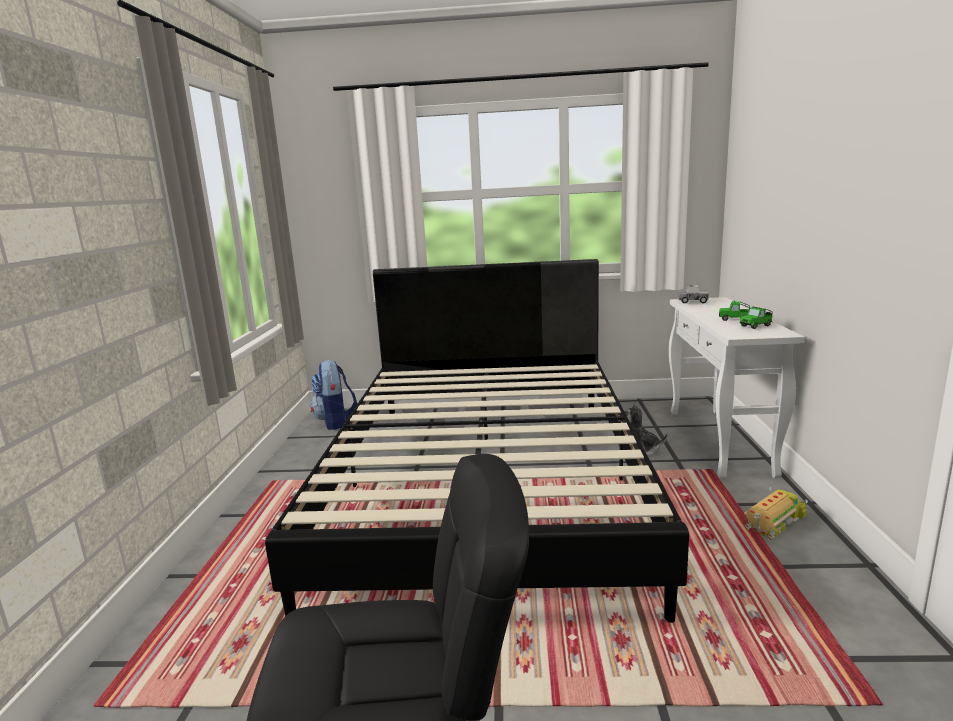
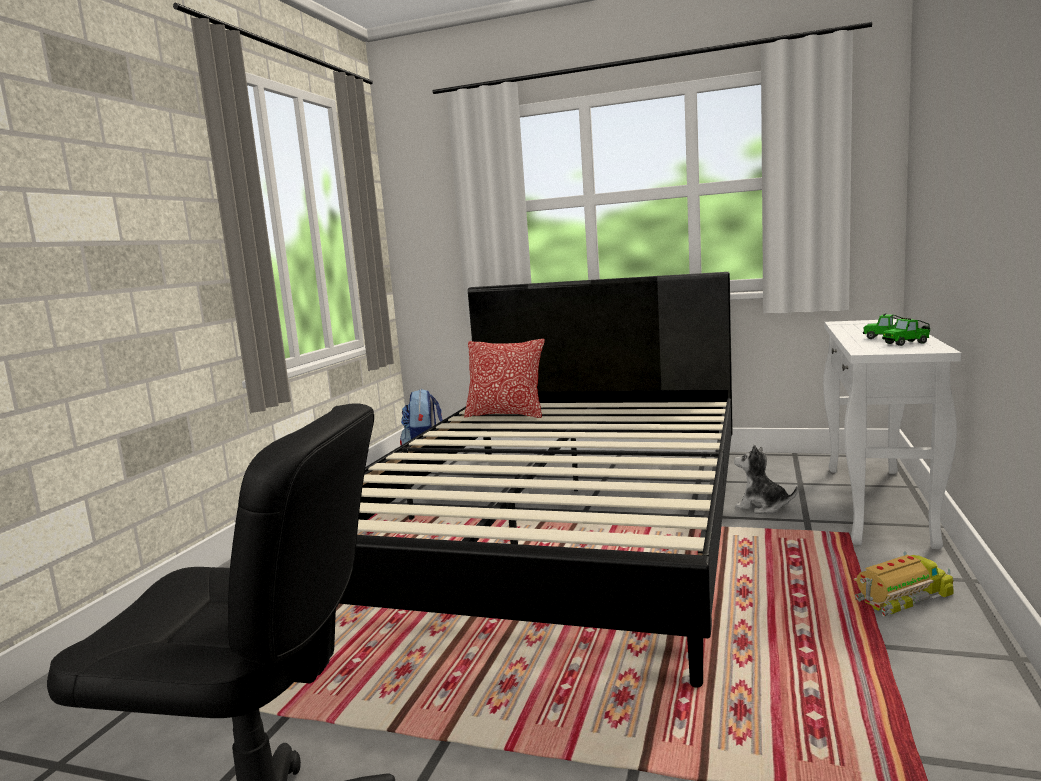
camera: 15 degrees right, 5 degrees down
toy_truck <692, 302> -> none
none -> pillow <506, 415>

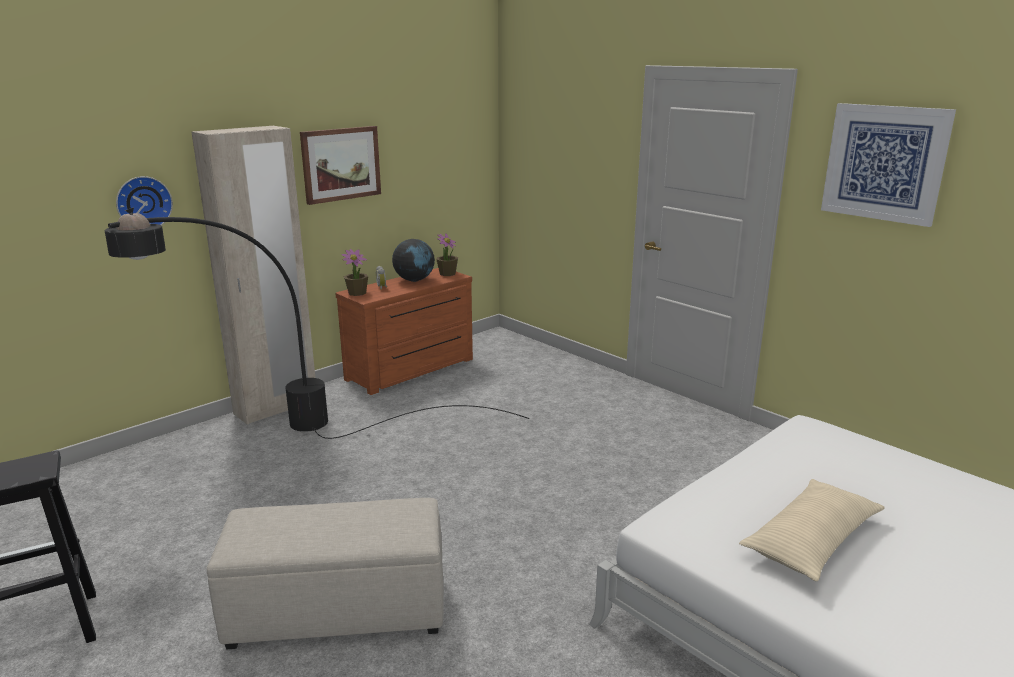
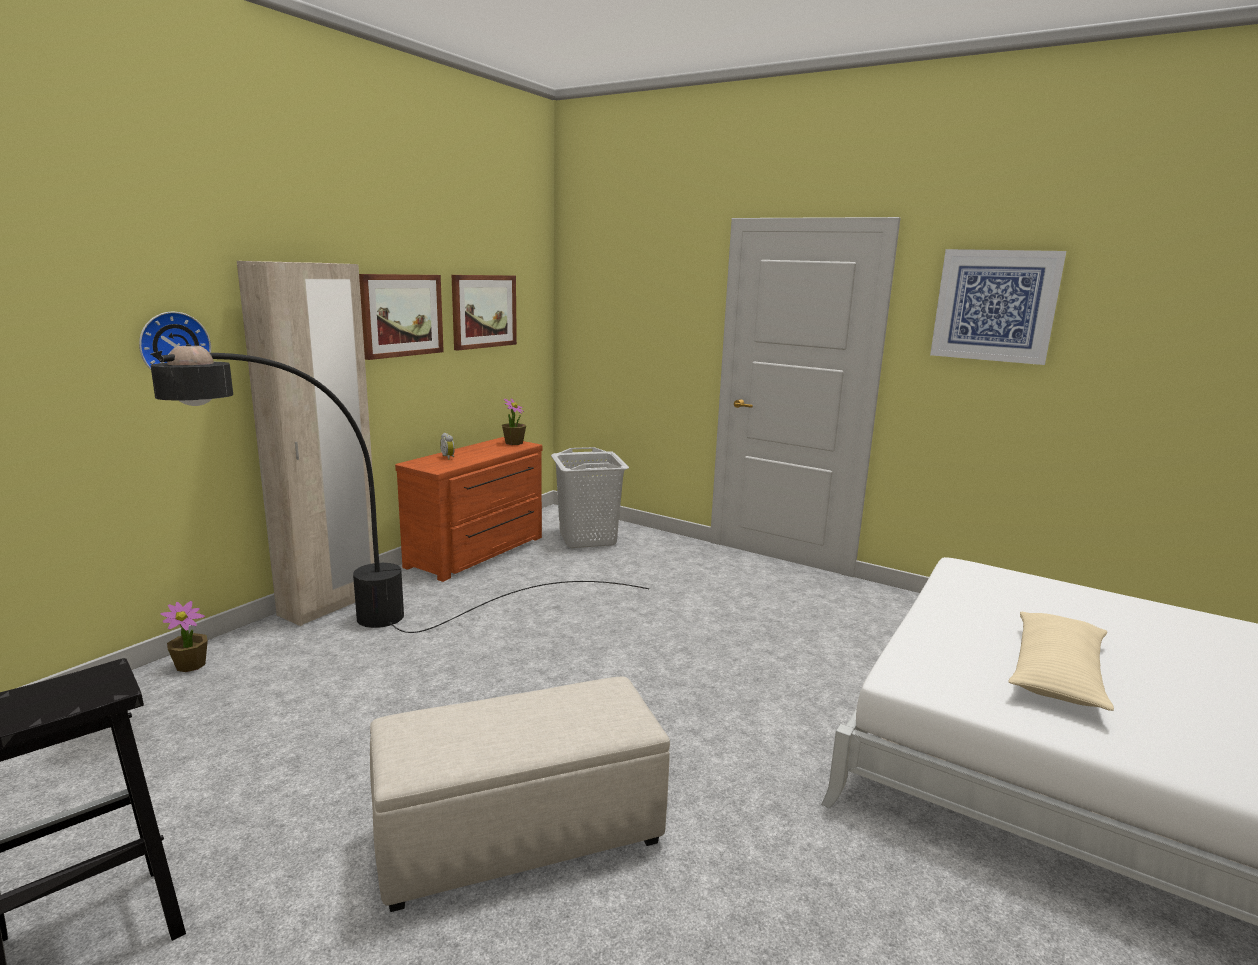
camera: 15 degrees left, 5 degrees down
globe <414, 280> -> none
none -> picture <484, 311>
none -> grey_laundry_basket <588, 538>
potted_plant <357, 293> -> potted_plant <191, 665>, relocated

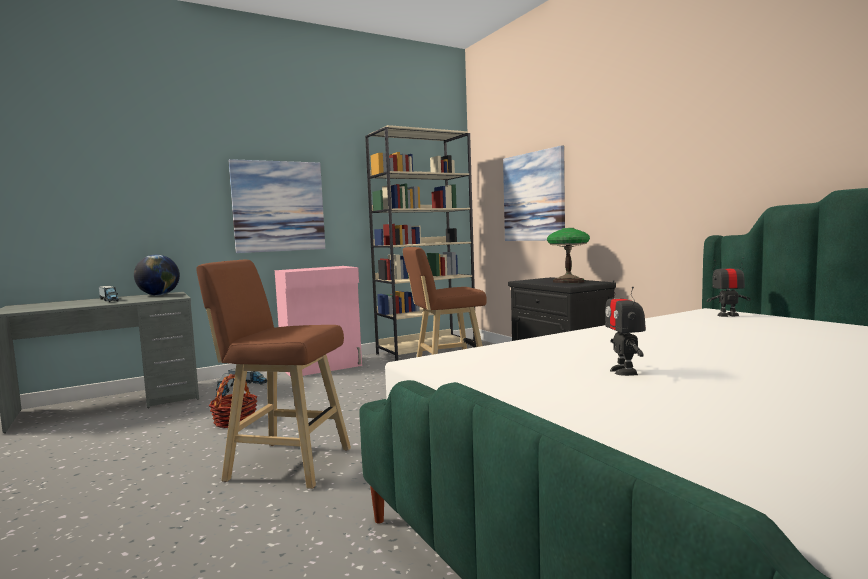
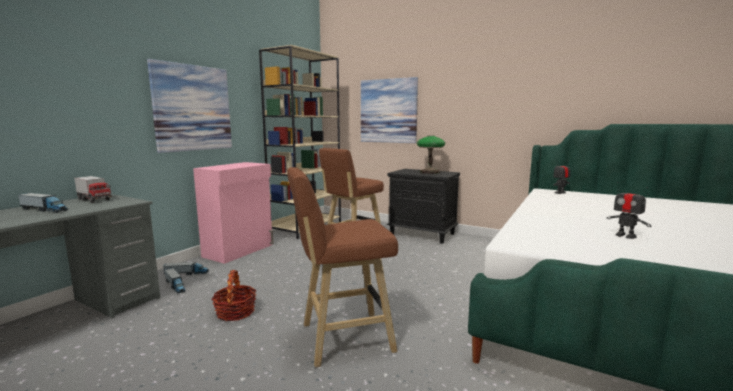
camera: 30 degrees left, 5 degrees up
globe <159, 295> -> toy_truck <94, 199>

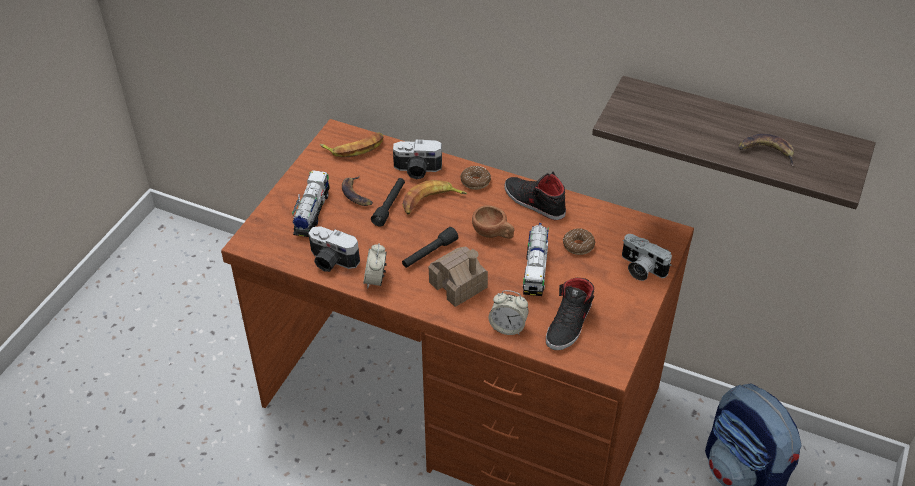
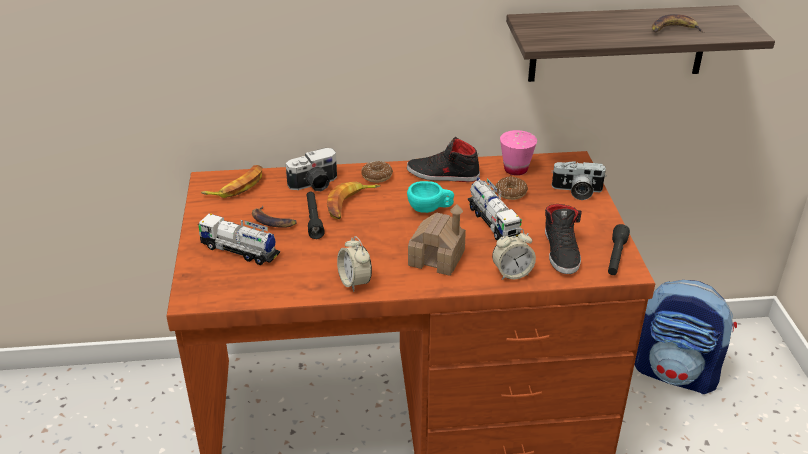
camera: 30 degrees left, 10 degrees down
photo_camera <331, 261> -> none
none -> pink_cup <515, 169>
black_flashlight <429, 253> -> black_flashlight <616, 257>, relocated
brown_cup <493, 234> -> turquoise_cup <430, 209>
toy_truck <312, 213> -> toy_truck <240, 251>, 45 degrees counterclockwise

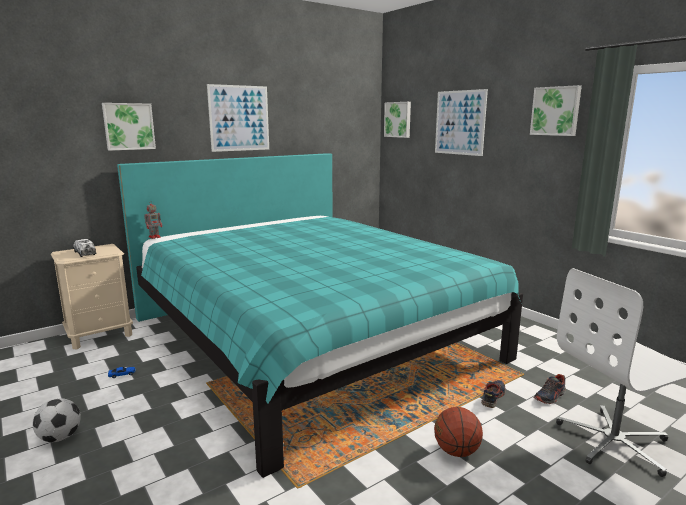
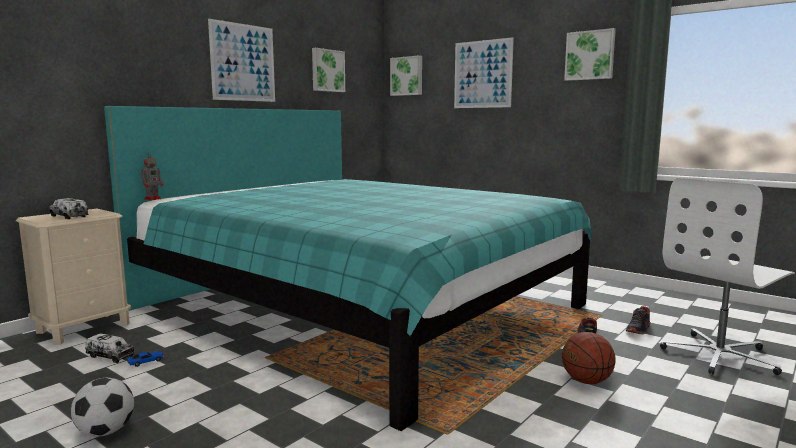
camera: 15 degrees left, 5 degrees down
none -> toy_truck <110, 356>
picture <129, 126> -> picture <327, 70>, relocated

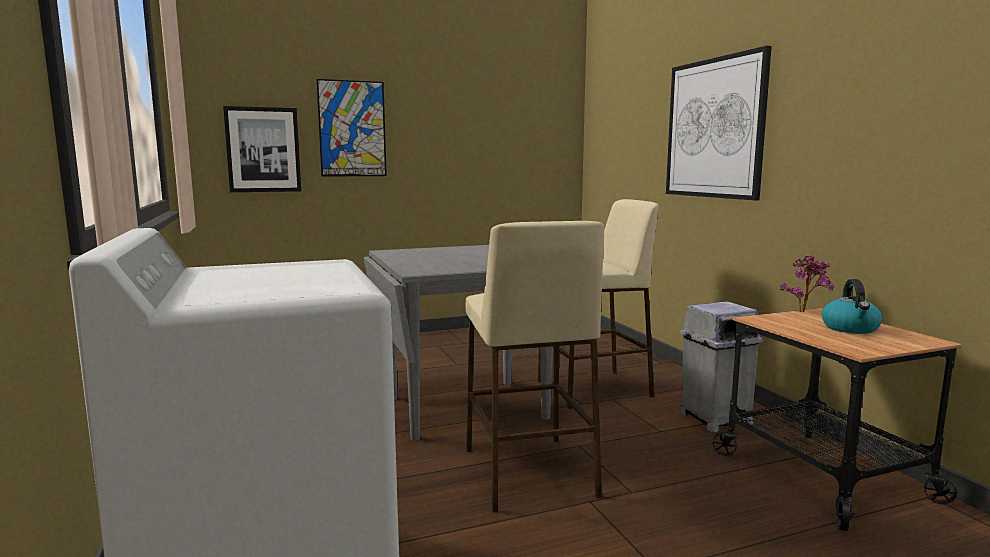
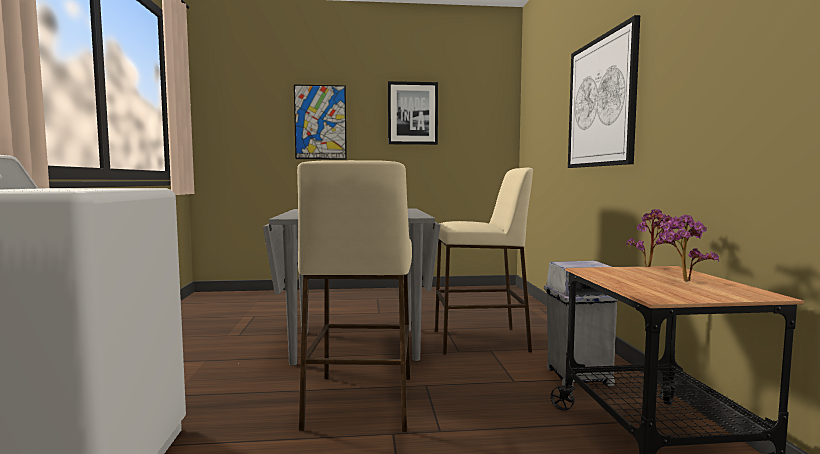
camera: 15 degrees right, 5 degrees down
picture <263, 150> -> picture <412, 113>, relocated
kettle <850, 328> -> potted_plant <681, 281>

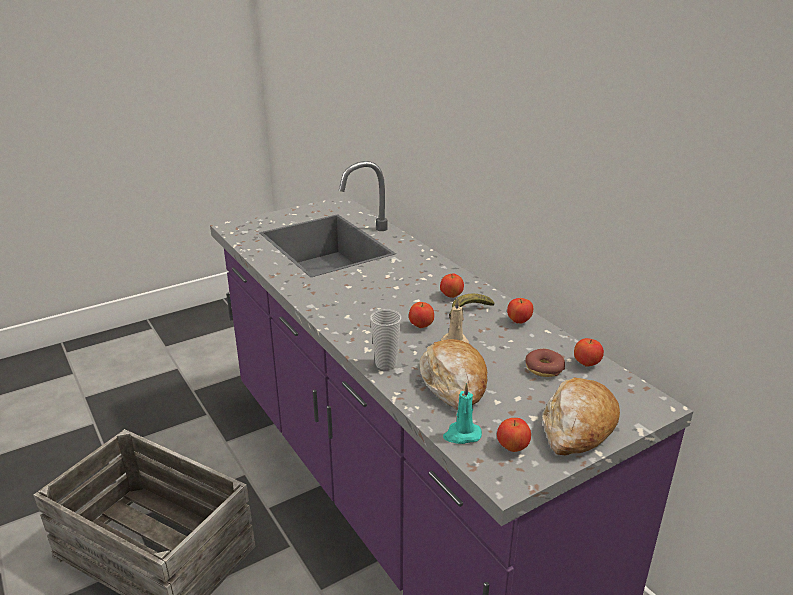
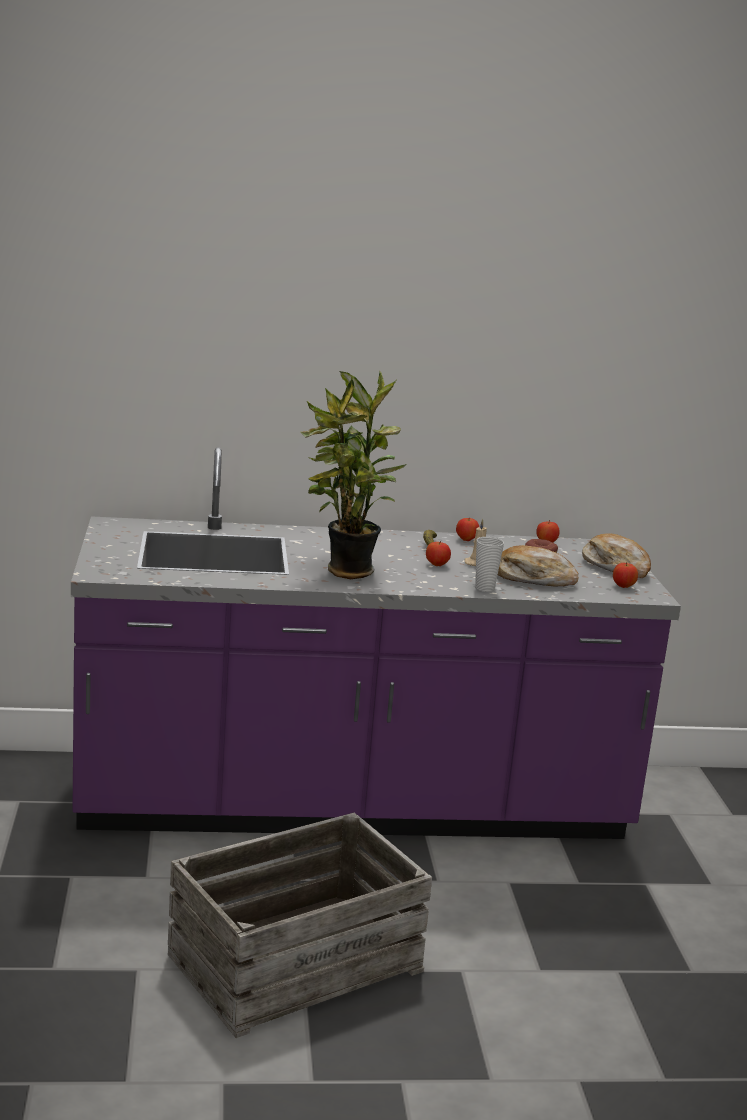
camera: 65 degrees left, 10 degrees down
apple <451, 296> -> none
turquoise_candle <461, 435> -> none
none -> potted_plant <346, 572>

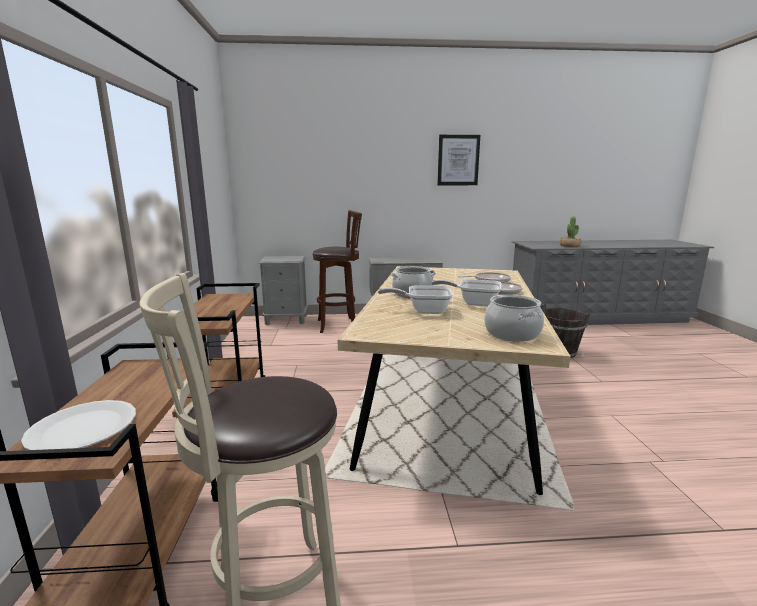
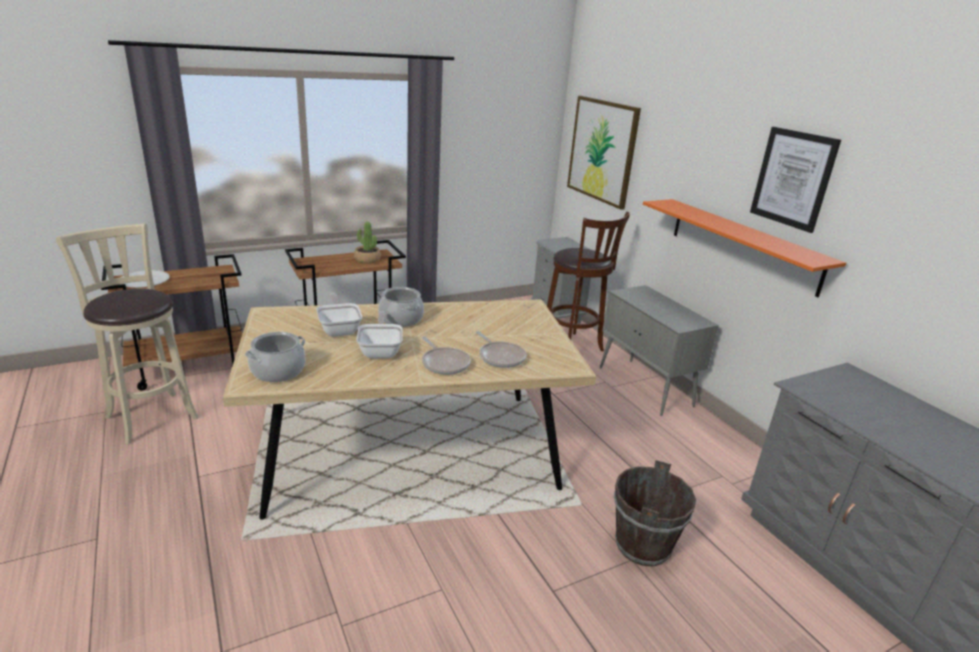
camera: 65 degrees right, 10 degrees up
none -> picture <602, 151>
none -> orange_shelf <742, 244>
potted_plant <570, 246> -> potted_plant <367, 260>, relocated

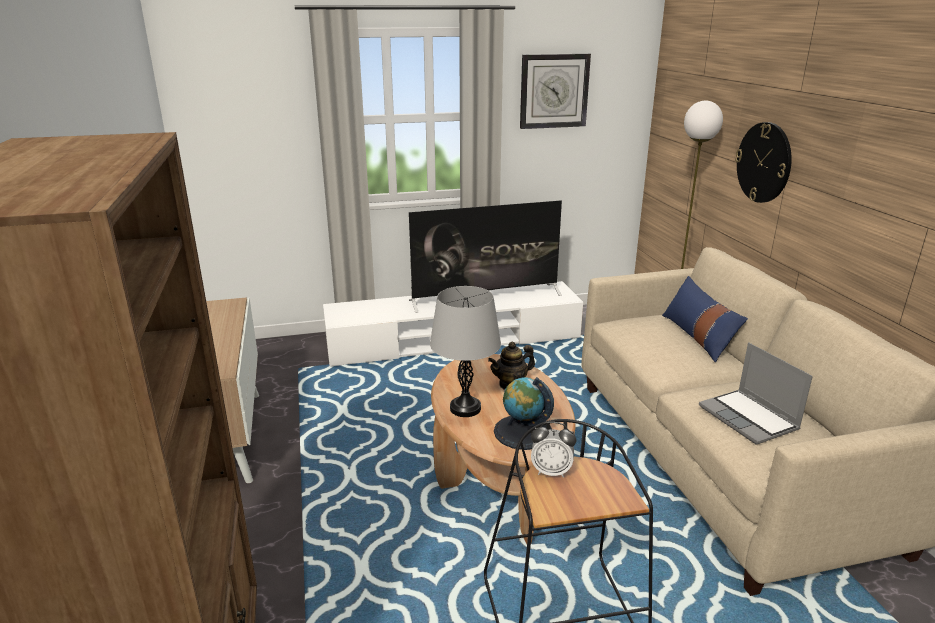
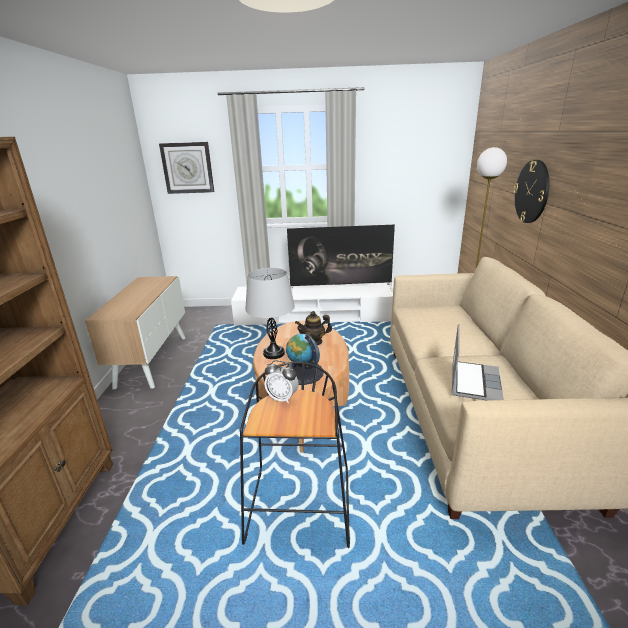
camera: 15 degrees right, 0 degrees up
blue_pillow <698, 336> -> none
wall_clock <554, 91> -> wall_clock <187, 168>, relocated
laptop <749, 418> -> laptop <474, 382>, 150 degrees counterclockwise

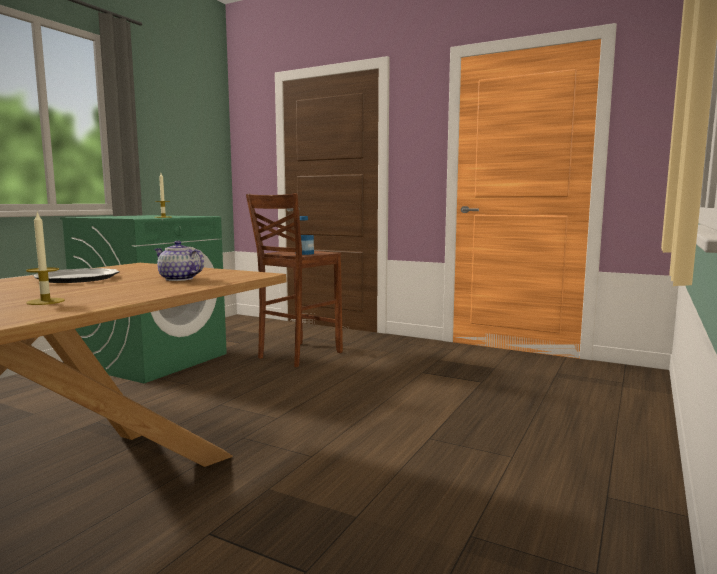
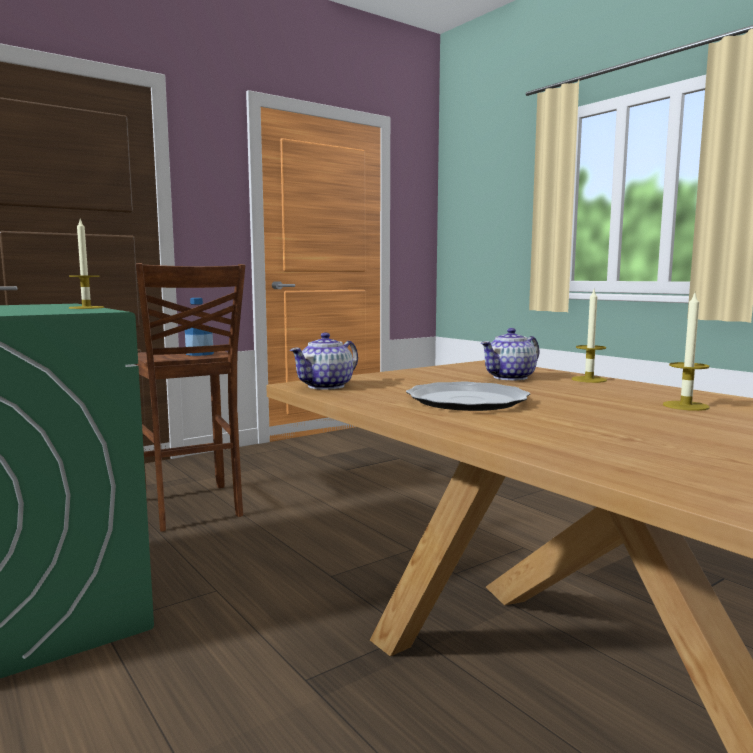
camera: 65 degrees left, 0 degrees up
none -> teapot <327, 386>
none -> candle <589, 379>

